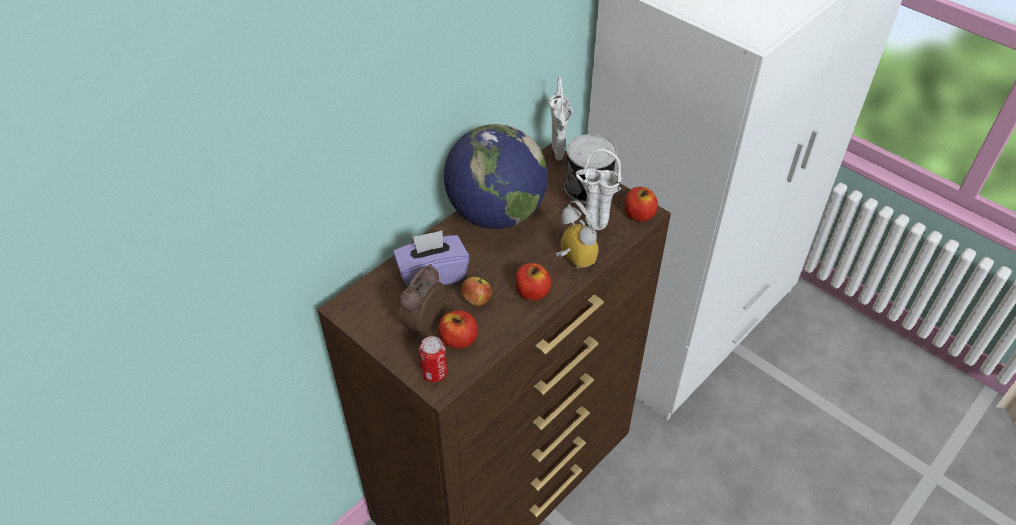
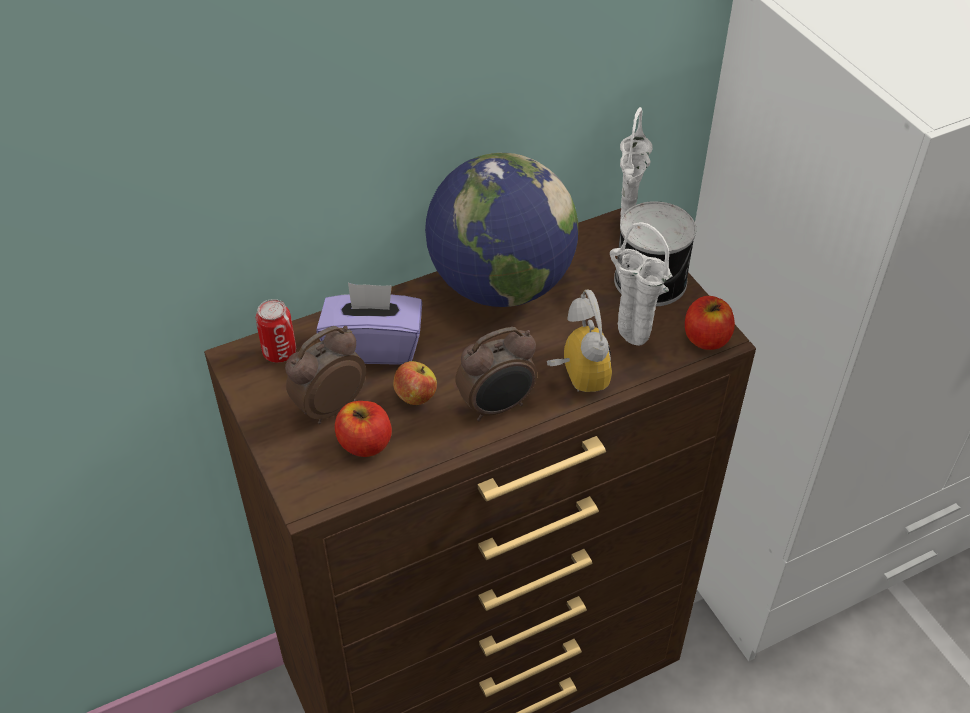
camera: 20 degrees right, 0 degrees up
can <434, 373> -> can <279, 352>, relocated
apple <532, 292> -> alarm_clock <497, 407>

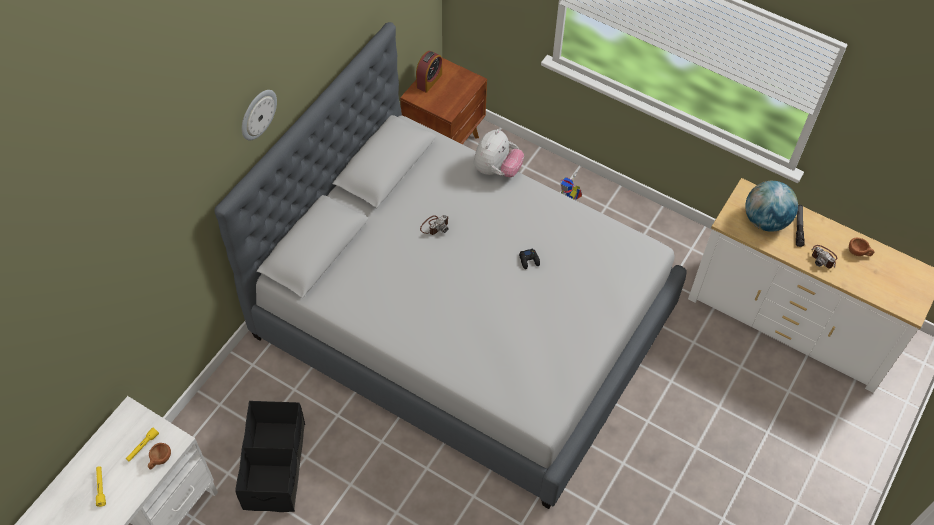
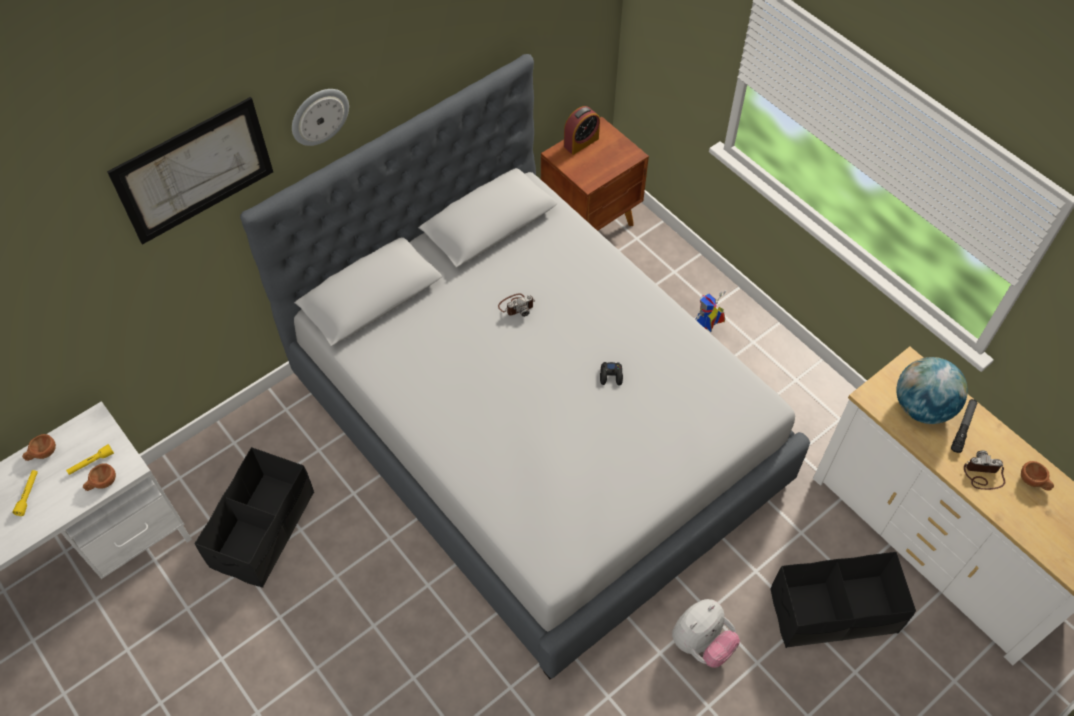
camera: 20 degrees right, 0 degrees up
none -> brown_cup <42, 454>
none -> picture <194, 171>
none -> black_storage_box <833, 612>
plush_toy <496, 170> -> plush_toy <701, 643>, relocated
photo_camera <824, 258> -> photo_camera <983, 475>, 120 degrees clockwise

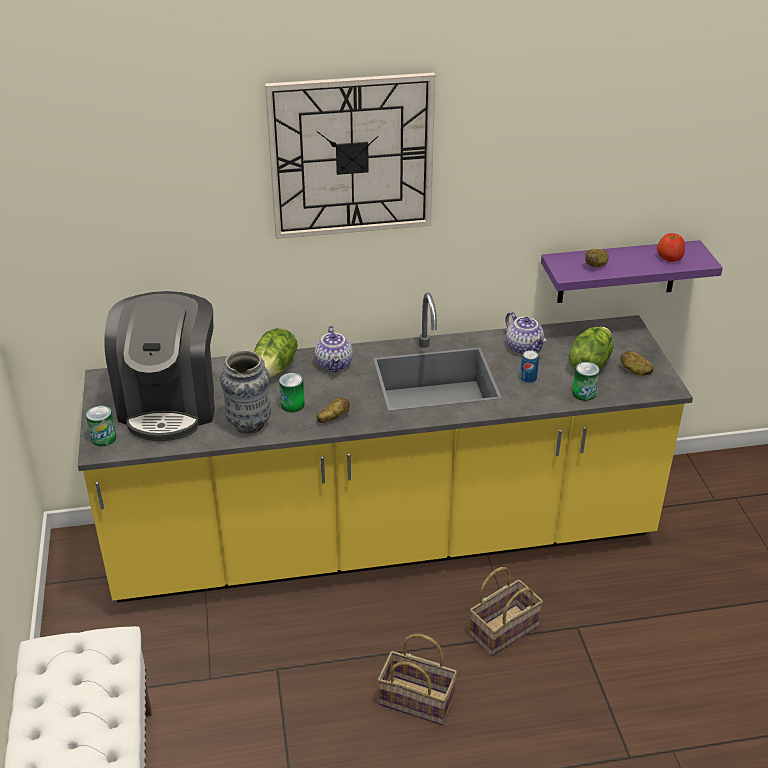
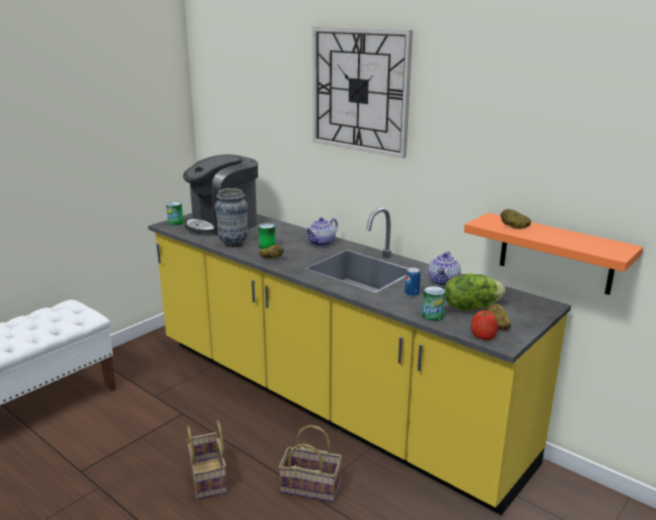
camera: 50 degrees right, 15 degrees down
lettuce <275, 369> -> none
apple <669, 257> -> apple <483, 335>, relocated
purple_shelf <617, 272> -> orange_shelf <556, 253>

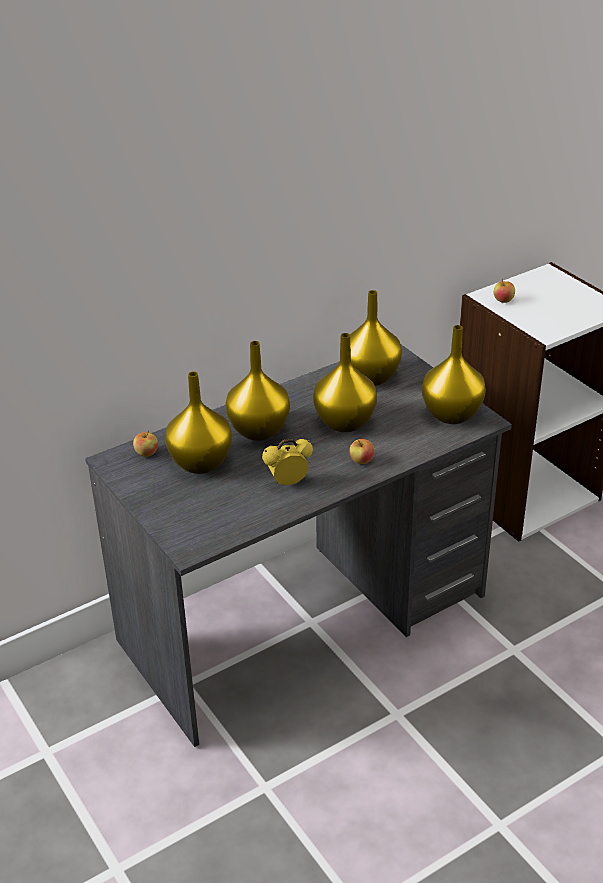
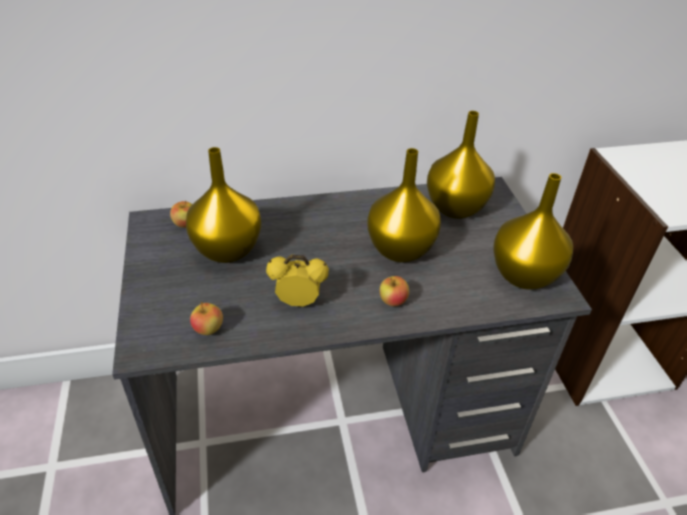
camera: 20 degrees right, 5 degrees up
yellow_vase <258, 429> -> none
apple <503, 301> -> apple <208, 329>, relocated

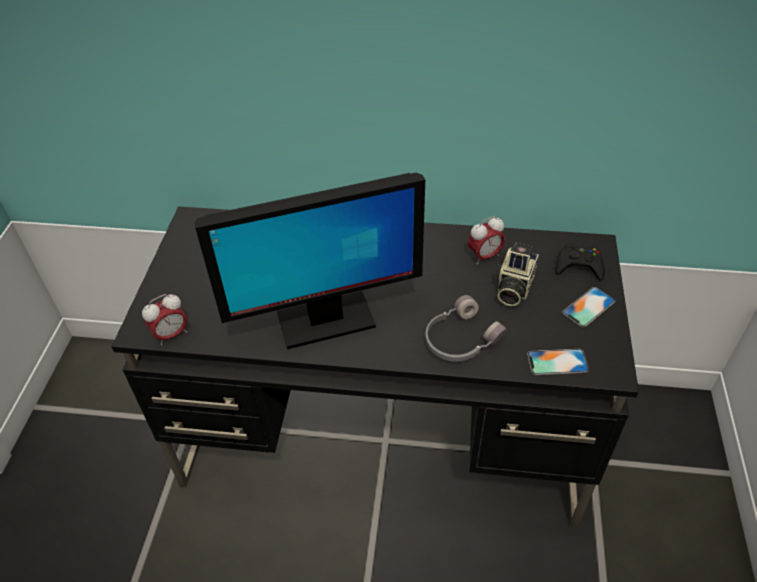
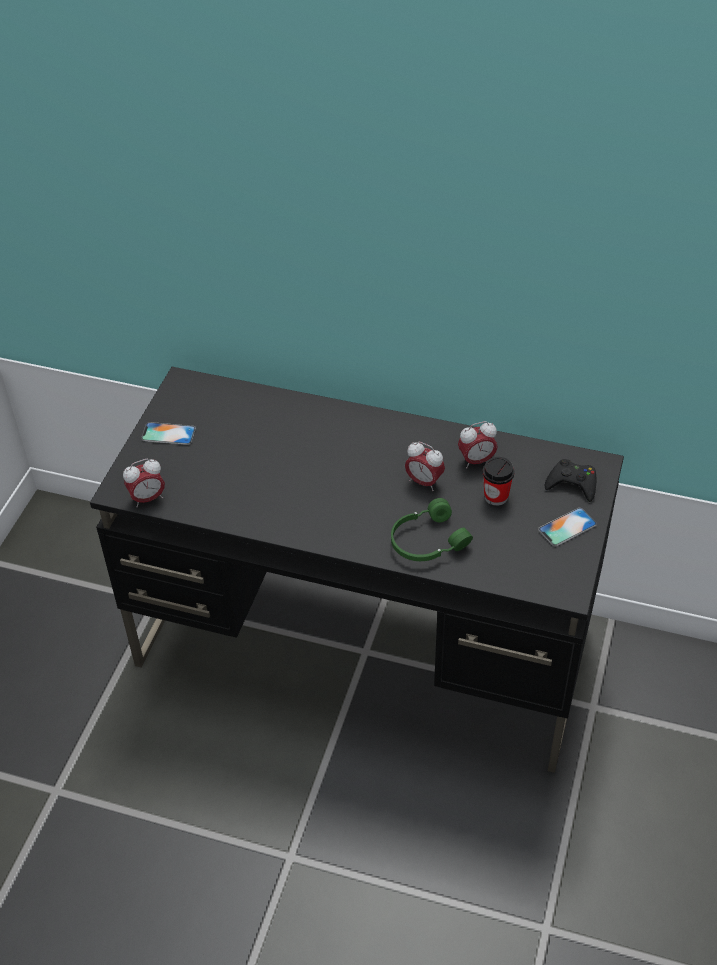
camera: 10 degrees right, 0 degrees up
monitor <324, 320> -> none
none -> alarm_clock <424, 482>
phone <557, 362> -> phone <168, 434>, relocated
photo_camera <512, 287> -> cup <496, 496>
grey_headphones <459, 339> -> green_headphones <427, 540>

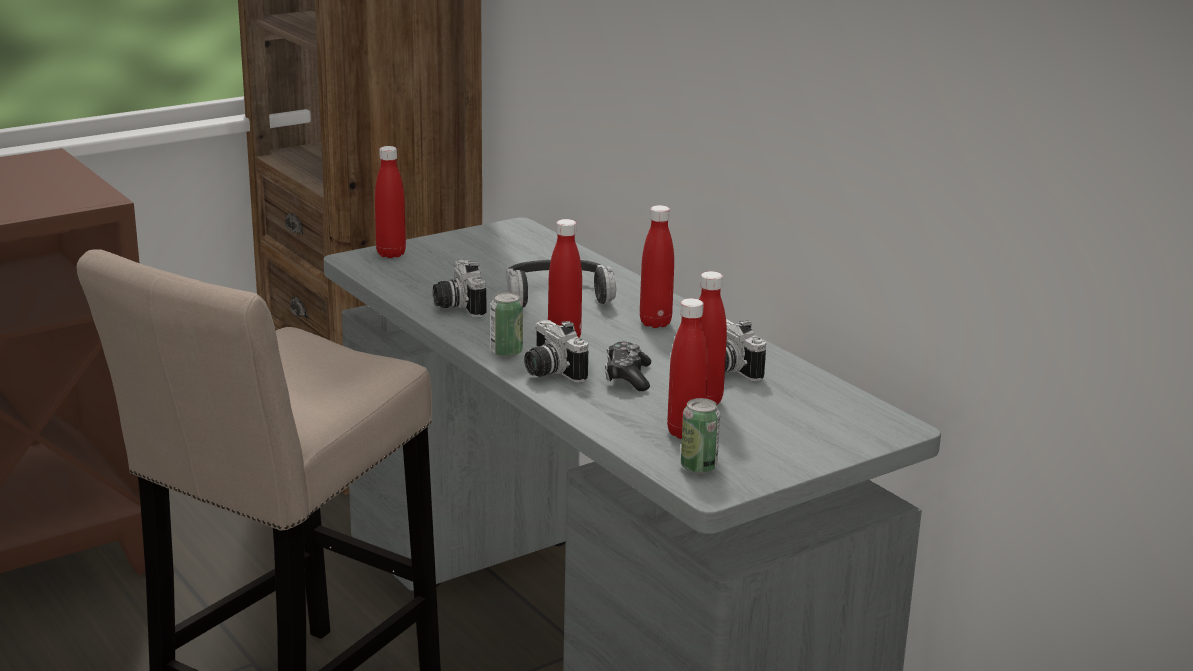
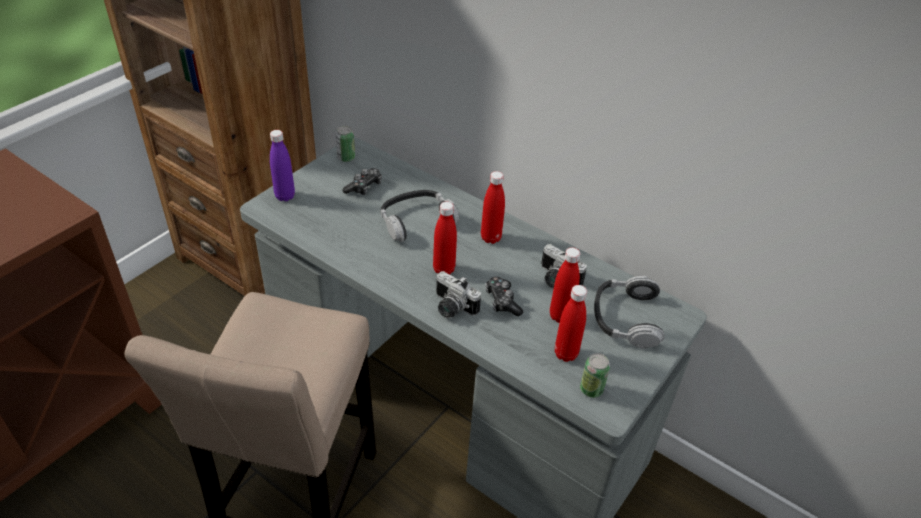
camera: 20 degrees left, 20 degrees up
photo_camera <456, 306> -> none
none -> game_controller <364, 187>
none -> headphones <625, 318>
can <506, 352> -> can <346, 158>, relocated
red_bottle <391, 254> -> purple_bottle <285, 196>

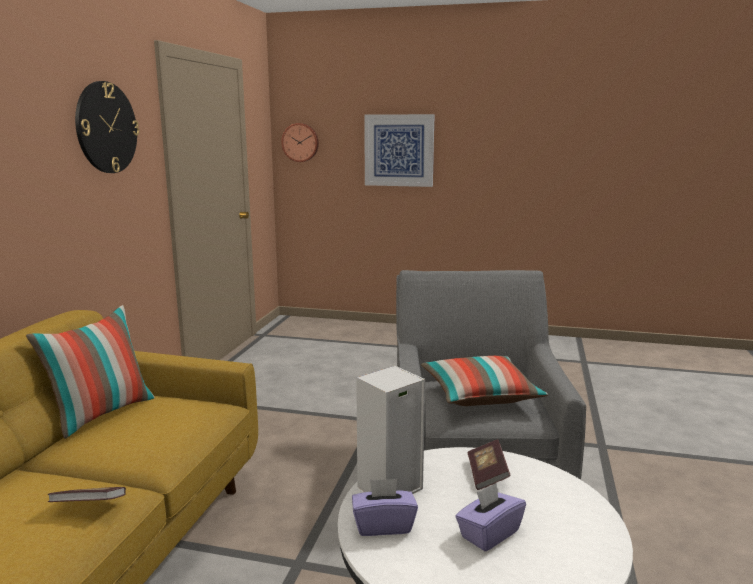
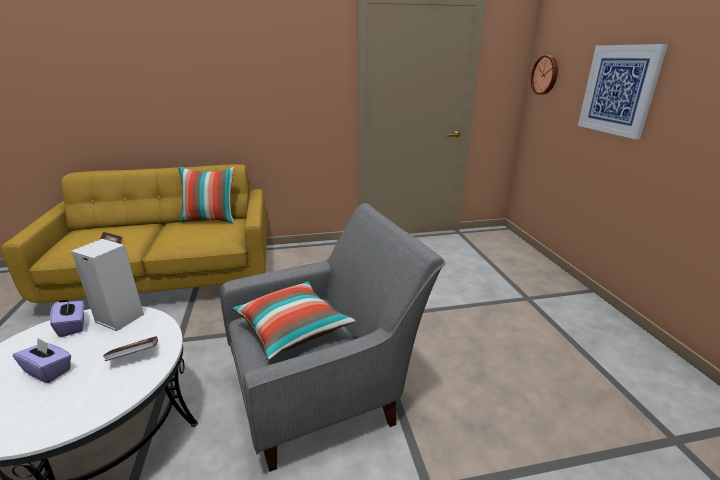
camera: 65 degrees right, 10 degrees up
wall_clock <106, 127> -> none

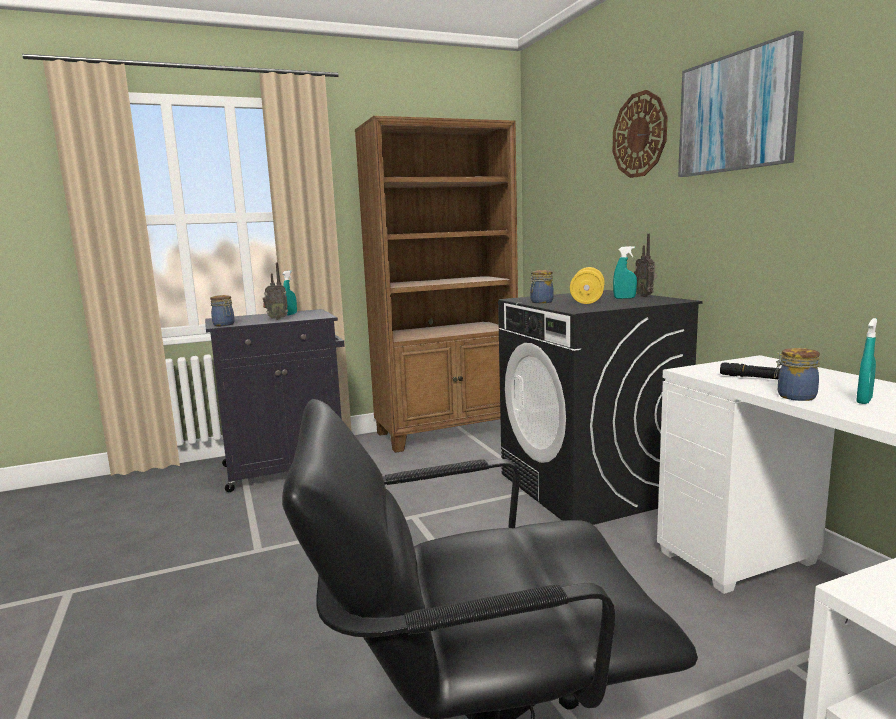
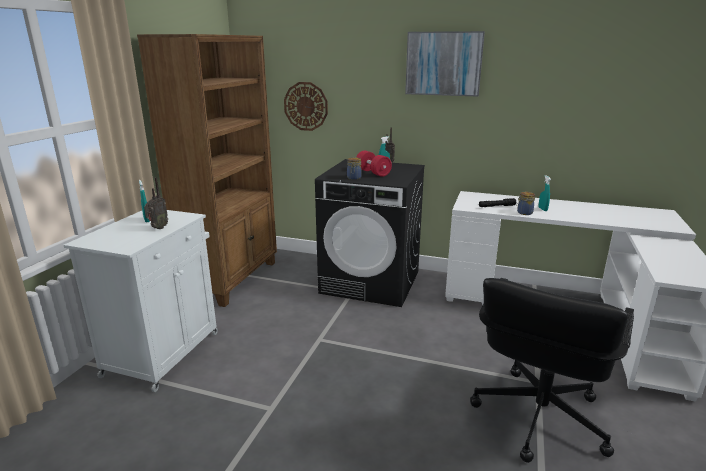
camera: 50 degrees left, 10 degrees up
jar <224, 324> -> none
wall_clock <639, 135> -> wall_clock <306, 106>, relocated
black_cabinet <287, 468> -> white_cabinet <164, 352>
yellow_dumbbell <587, 300> -> red_dumbbell <373, 172>

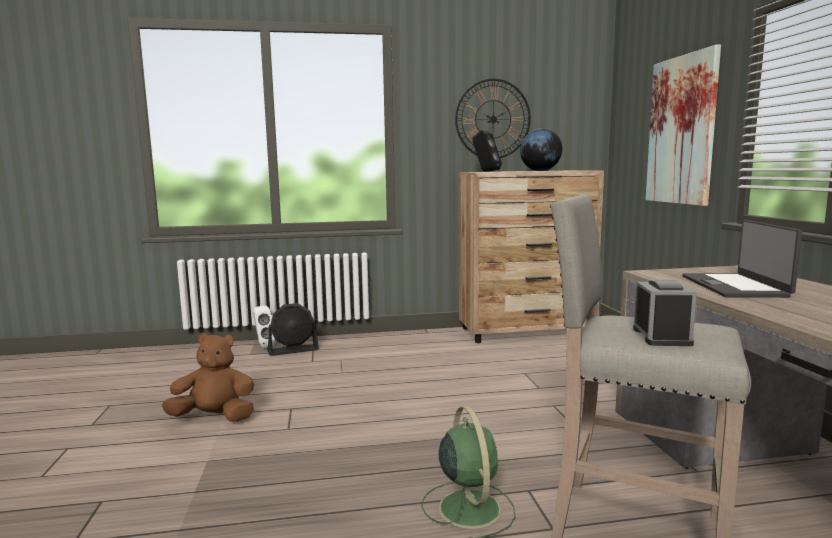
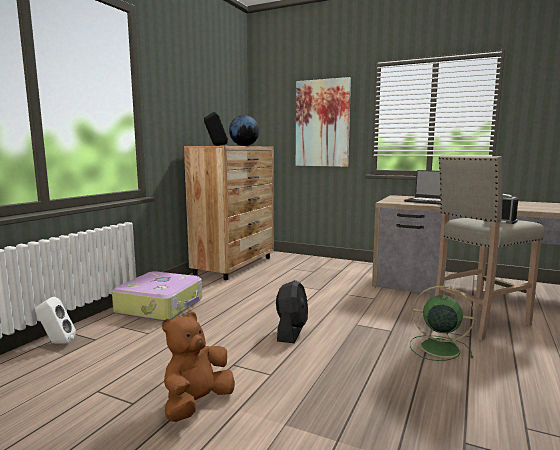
camera: 55 degrees left, 0 degrees up
wall_clock <493, 119> -> none
none -> suitcase <161, 306>
black_fan <293, 350> -> black_fan <291, 331>, relocated

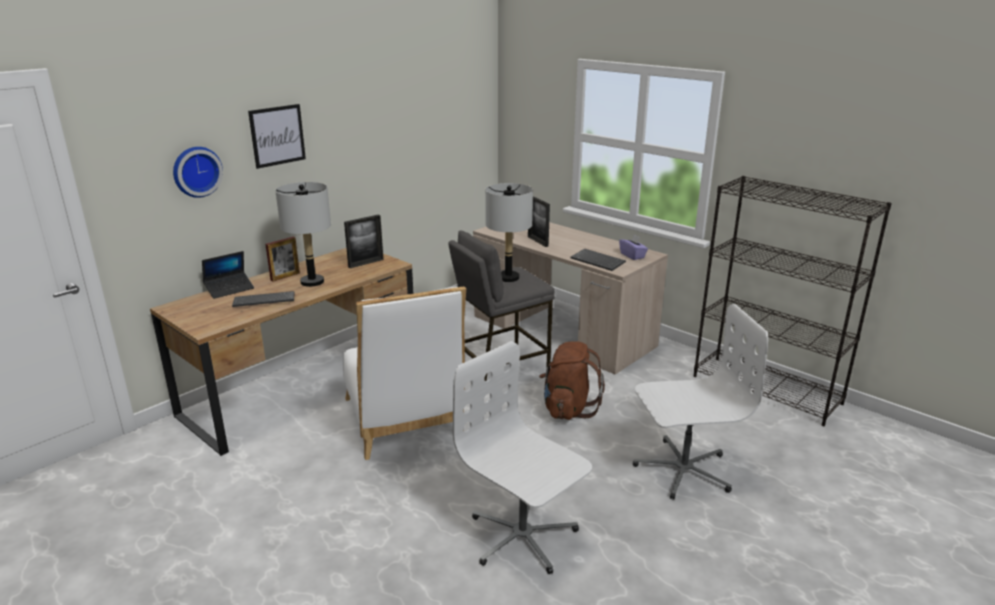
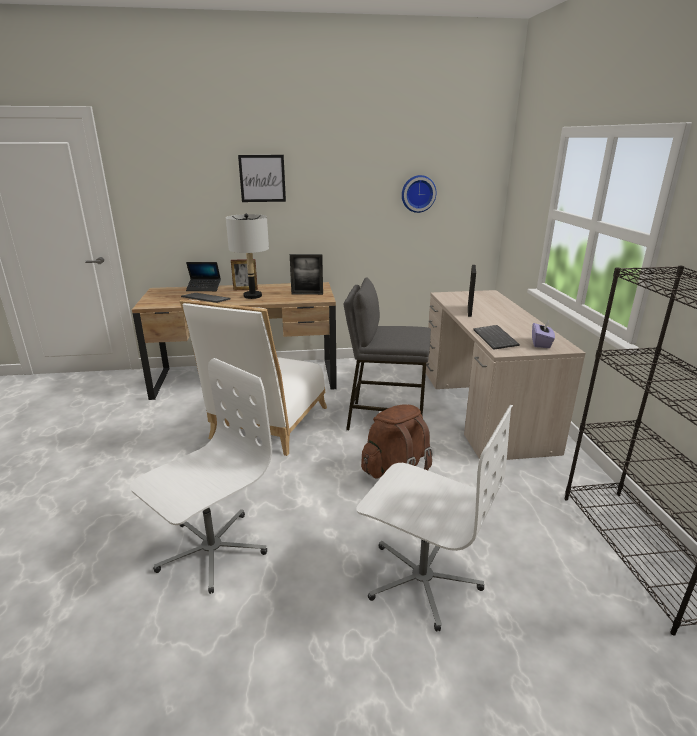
camera: 40 degrees right, 0 degrees up
grey_table_lamp <508, 278> -> none
wall_clock <196, 171> -> wall_clock <418, 193>, relocated
white_office_chair <522, 536> -> white_office_chair <211, 550>, 45 degrees clockwise

